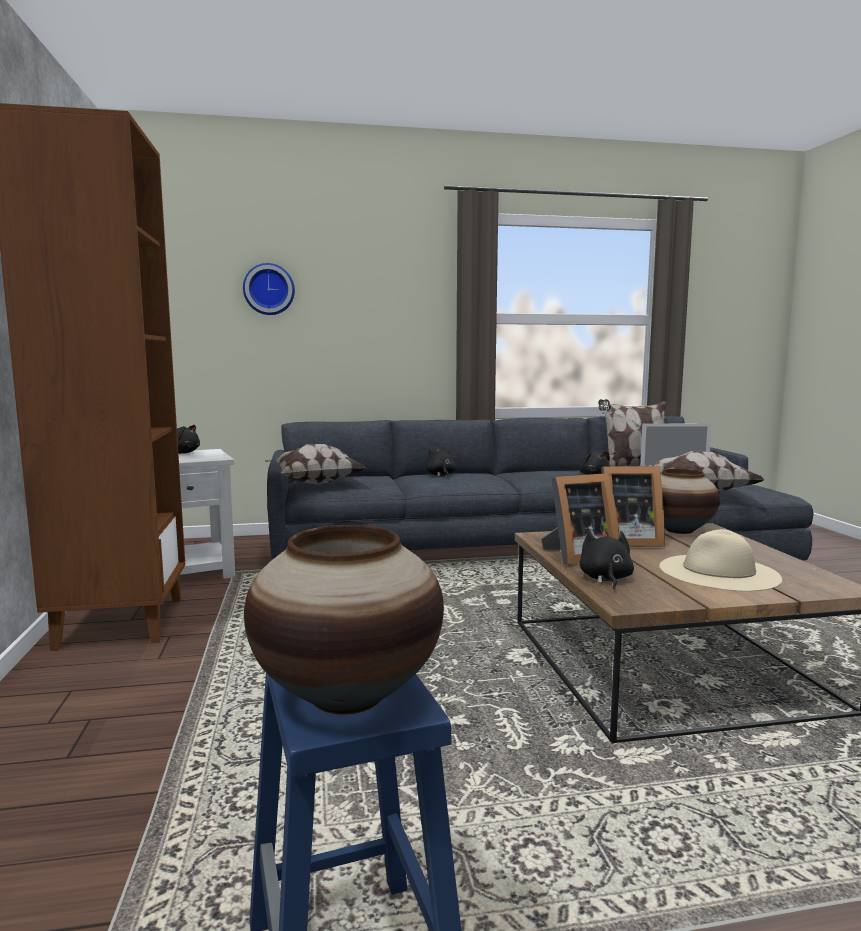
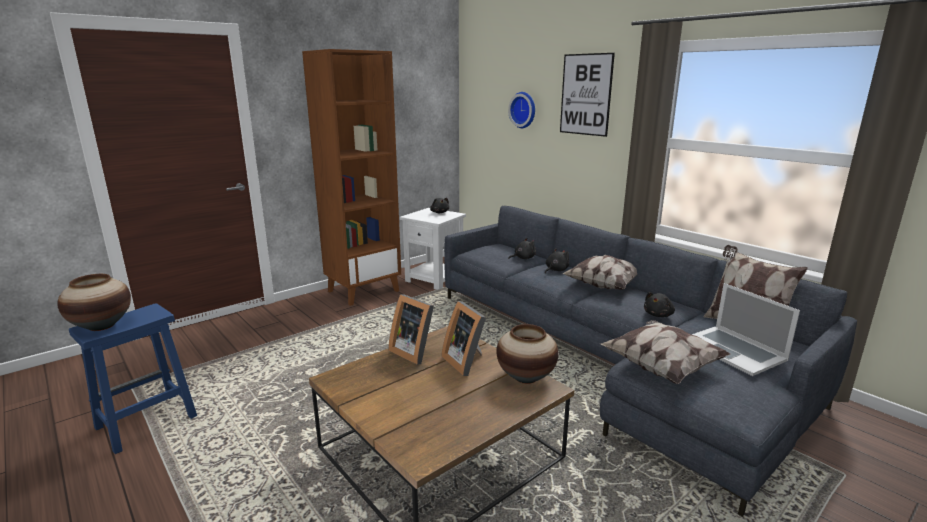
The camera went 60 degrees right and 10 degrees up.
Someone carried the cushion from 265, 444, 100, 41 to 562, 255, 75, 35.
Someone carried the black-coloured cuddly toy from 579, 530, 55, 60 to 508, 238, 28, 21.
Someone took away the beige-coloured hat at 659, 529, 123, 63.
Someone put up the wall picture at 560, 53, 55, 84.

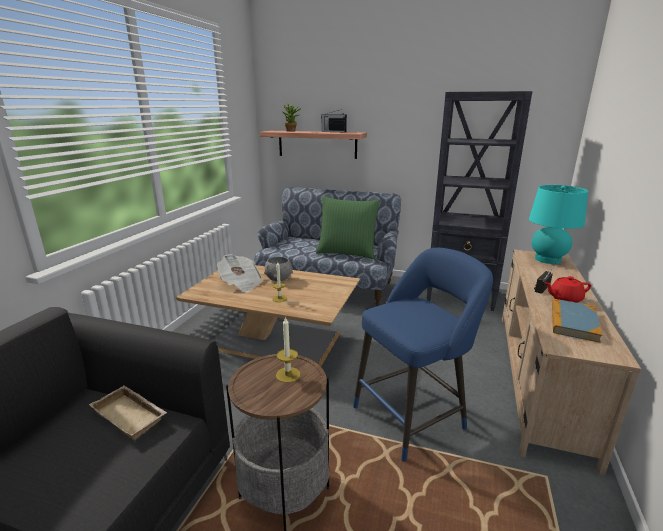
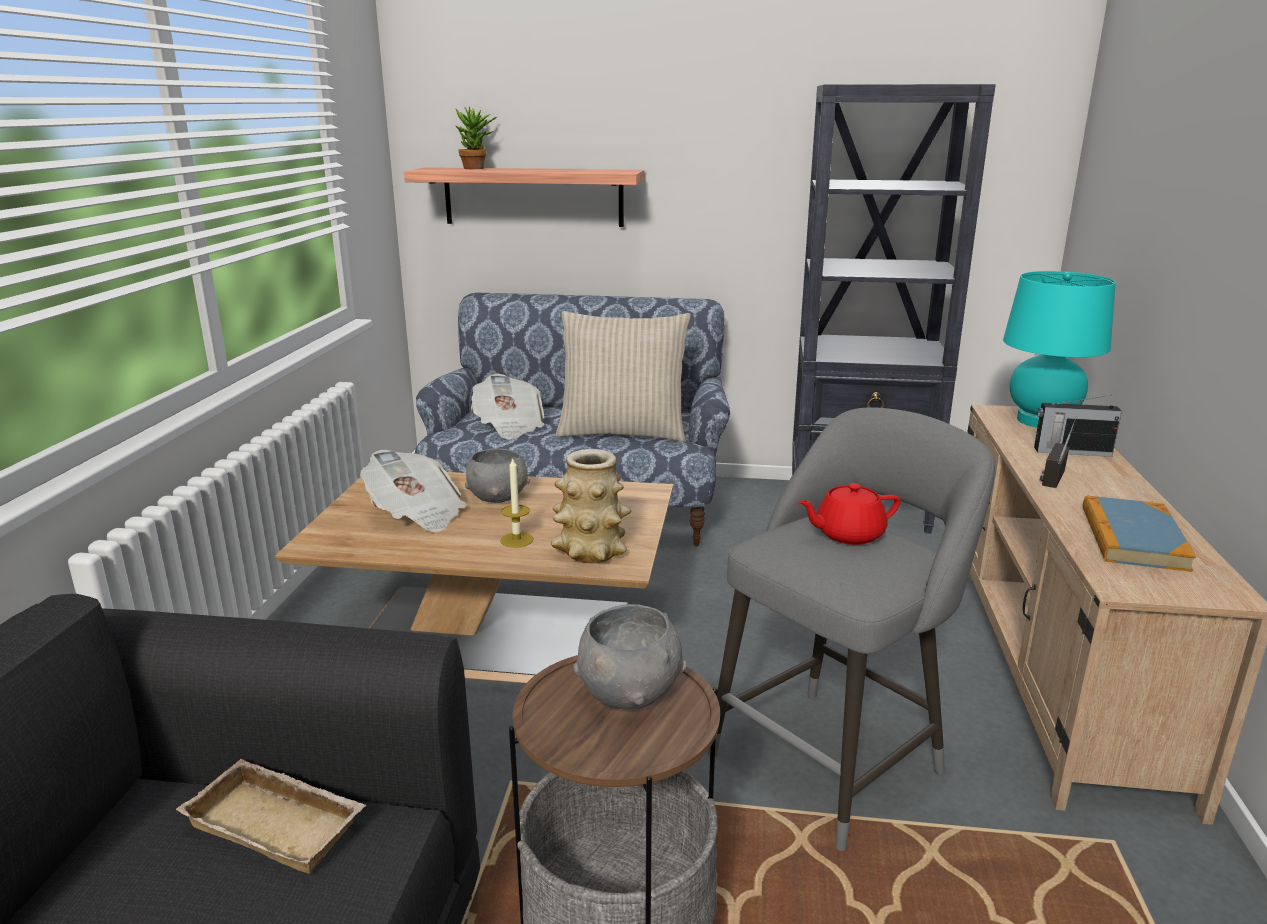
The camera went 10 degrees left and 0 degrees up.
Someone swapped the candle at 276, 316, 24, 67 for the greyish serving bowl at 573, 604, 114, 106.
Someone repainted the green cushion at 316, 196, 65, 63, which became the beige-coloured cushion at 556, 311, 135, 131.
Someone carried the radio receiver from 321, 109, 26, 23 to 1034, 395, 88, 62.
Someone repainted the bluish sitting stool at 353, 248, 140, 214, which became the greyish sitting stool at 707, 407, 288, 444.
Someone carried the reddish teapot from 544, 276, 47, 27 to 798, 483, 103, 62.
Someone put down the newspaper at 471, 374, 73, 65.
Someone put down the vase at 551, 449, 80, 114.

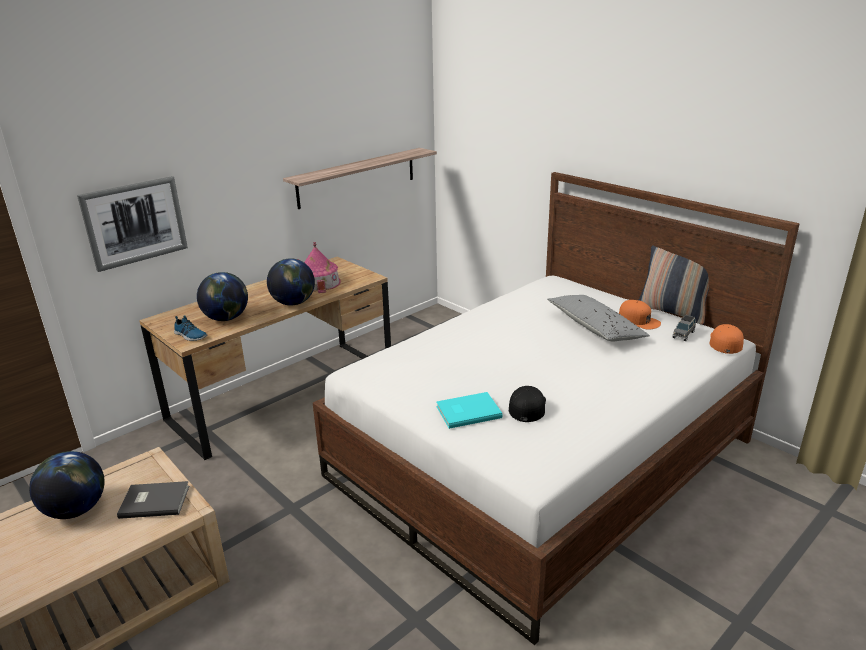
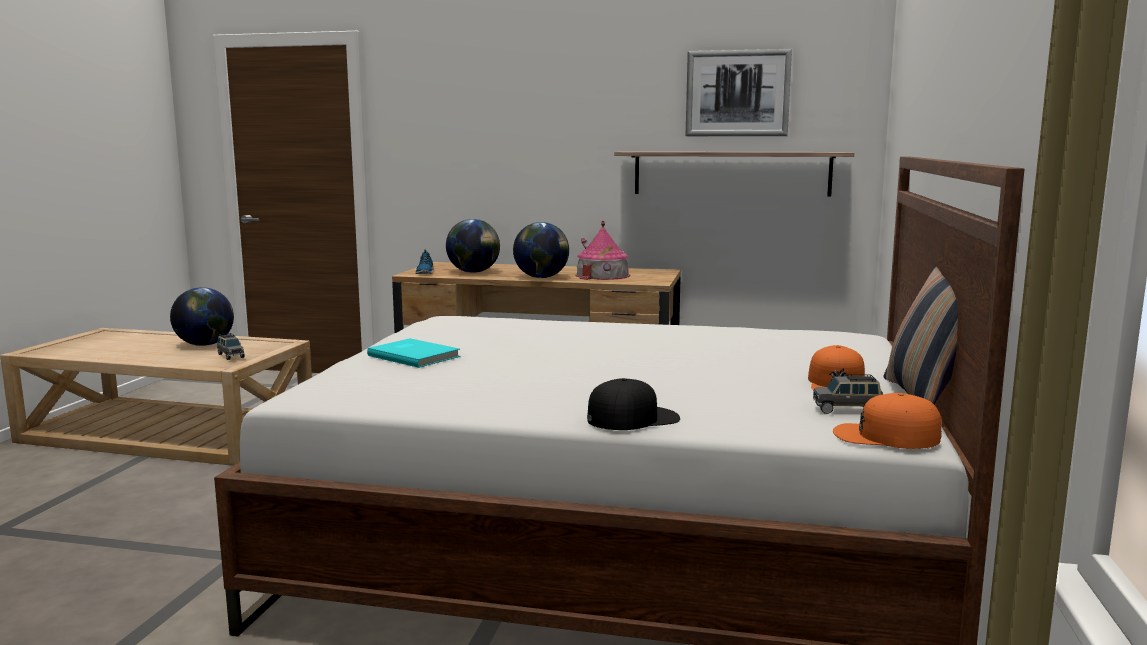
The camera went 55 degrees right and 15 degrees down.
Someone carried the wall picture from 77, 176, 111, 96 to 686, 49, 106, 87.
Someone swapped the greyish bound book at 117, 481, 72, 38 for the greyish toy car at 217, 333, 28, 27.
Someone carried the black-coloured baseball cap from 509, 386, 37, 36 to 587, 378, 93, 52.
Someone took away the greyish cushion at 547, 295, 103, 46.
Someone rotated the orange baseball cap at 709, 324, 35, 30 by 150 degrees counterclockwise.

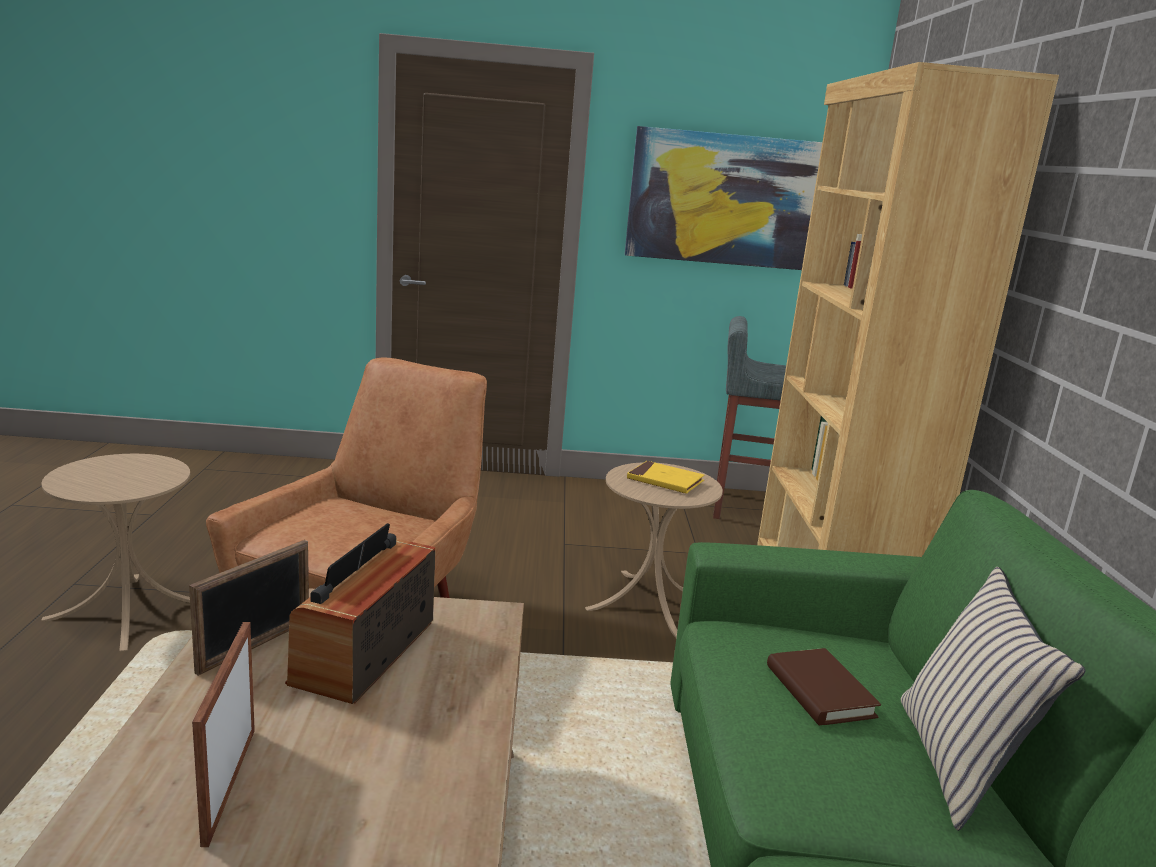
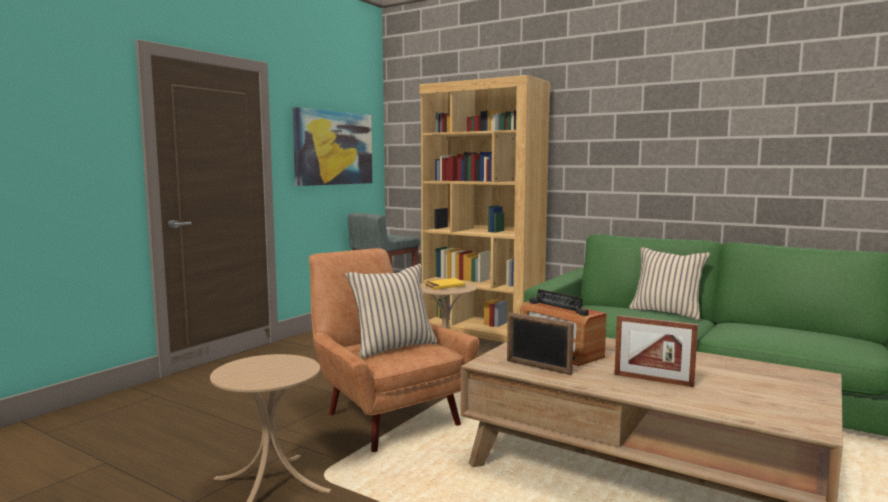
The camera went 55 degrees left and 10 degrees down.
Someone rotated the picture frame at 189, 540, 120, 136 by 150 degrees clockwise.
Someone took away the brownish bound book at 767, 648, 114, 77.
Someone put down the beige-coloured cushion at 345, 264, 93, 94.

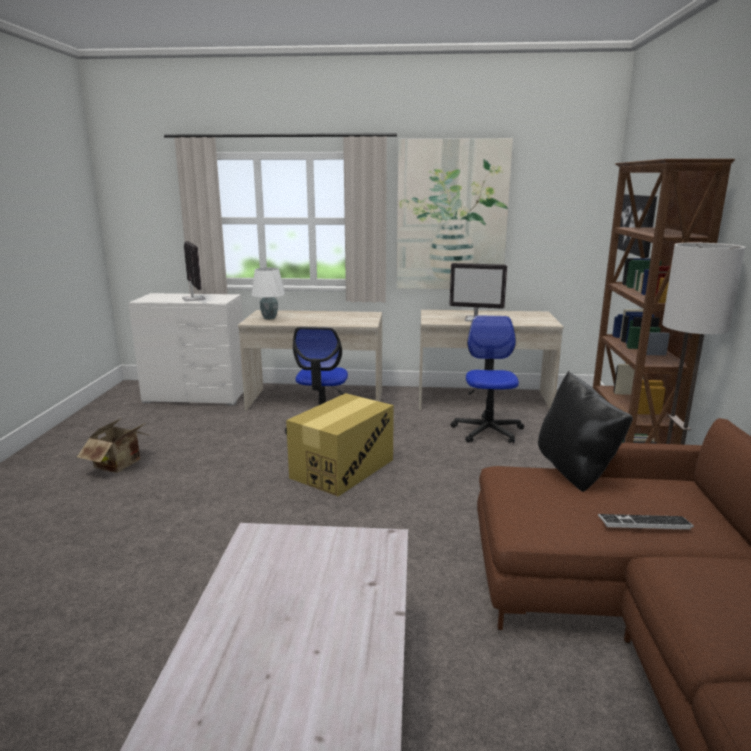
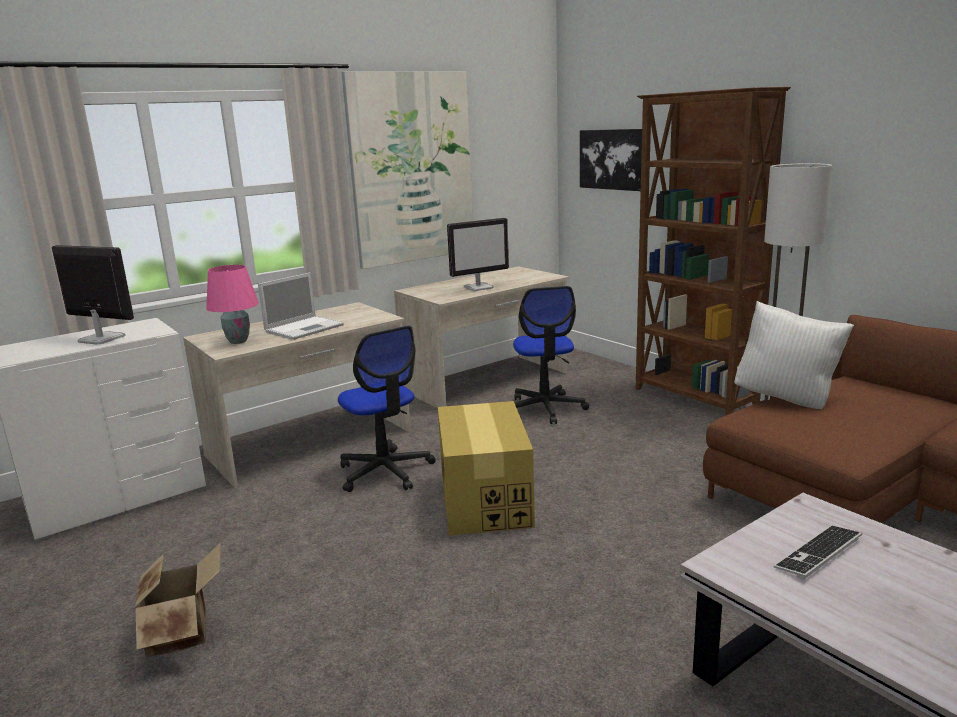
The camera went 40 degrees left and 0 degrees up.
Someone repainted the white table lamp at 251, 268, 34, 52, which became the pinkish table lamp at 206, 265, 53, 79.
Someone rotated the office chair at 451, 316, 73, 127 by 150 degrees counterclockwise.
Someone repainted the black-coloured cushion at 538, 371, 95, 121, which became the white cushion at 734, 301, 120, 108.
Someone carried the PC keyboard from 598, 514, 96, 16 to 774, 525, 88, 54.
Someone put down the portable computer at 258, 273, 86, 67.

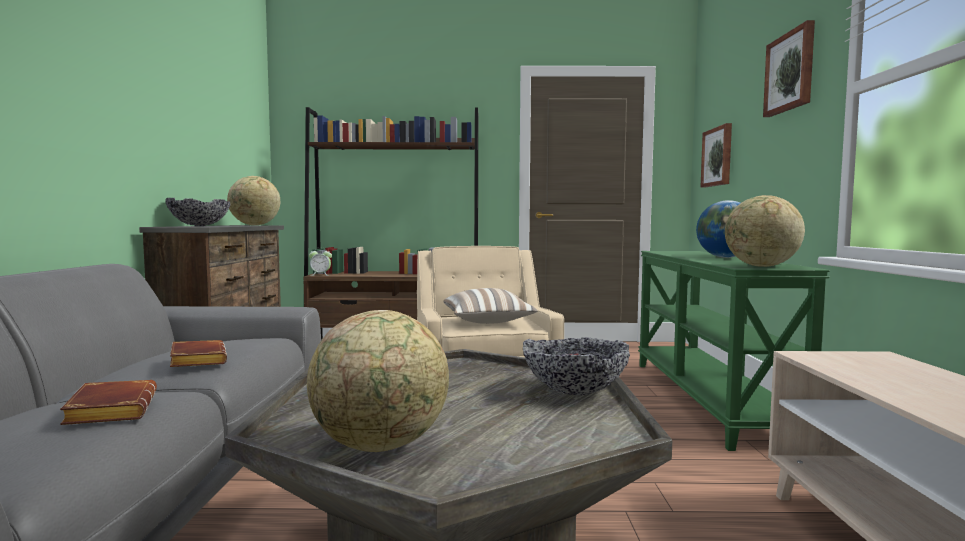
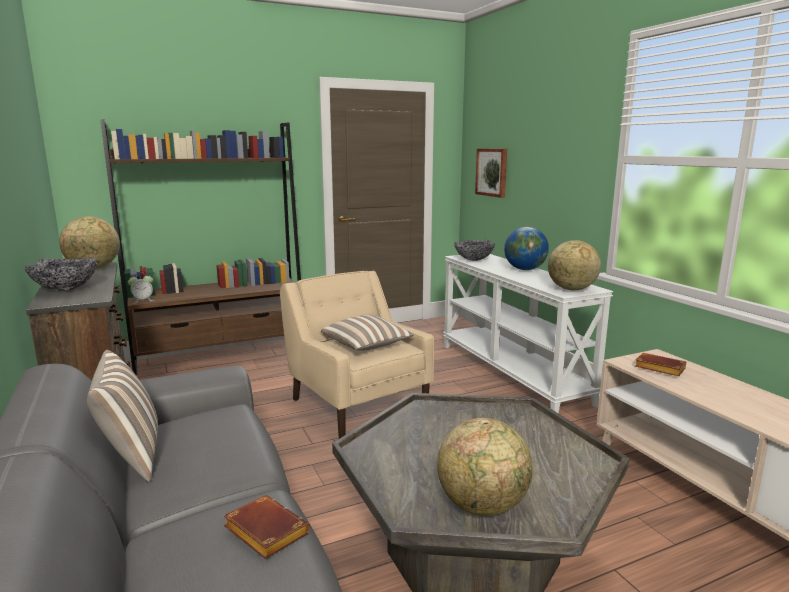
The camera went 25 degrees left and 10 degrees up.
Someone carried the brownish bound book from 170, 340, 57, 27 to 635, 353, 51, 23.
Someone carried the serving bowl from 523, 337, 107, 58 to 454, 240, 41, 21.
Someone repainted the green console table at 638, 251, 192, 200, which became the white console table at 443, 254, 170, 159.
Someone took away the wall picture at 763, 20, 52, 97.
Someone put down the cushion at 87, 350, 71, 132.

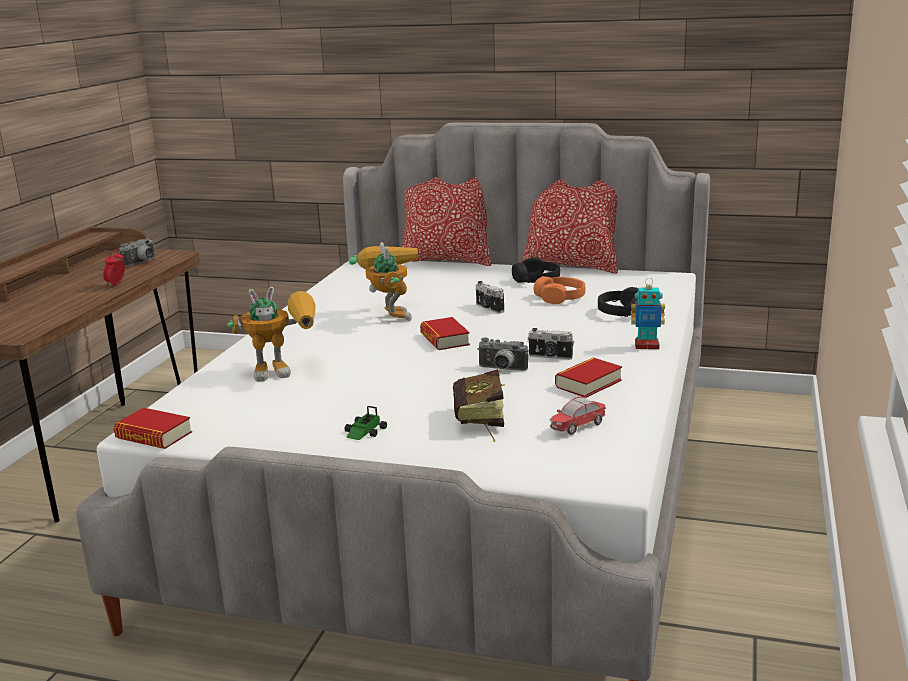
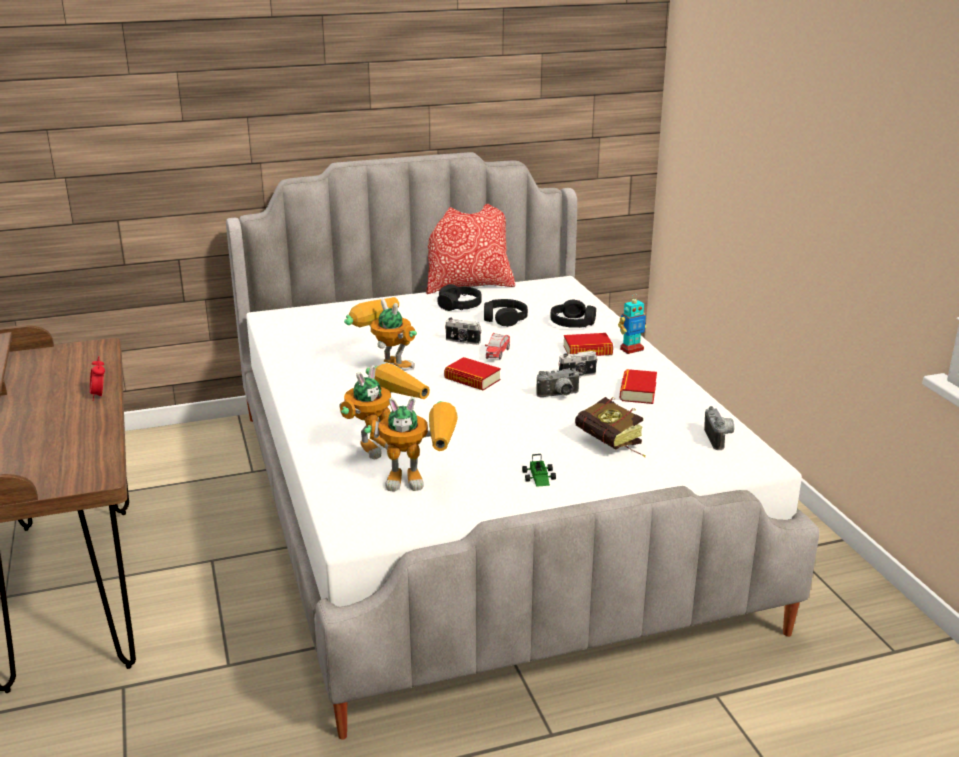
The camera went 35 degrees left and 5 degrees up.
Someone carried the bound book from 113, 408, 79, 41 to 563, 333, 50, 23.
Someone carried the photo camera from 119, 237, 36, 30 to 704, 406, 30, 44.
Someone took away the cushion at 402, 177, 90, 89.
Someone repainted the orange headphones at 534, 276, 51, 28, which became the black-coloured headphones at 484, 299, 44, 28.
Someone carried the toy car from 549, 396, 57, 39 to 485, 333, 25, 26.
Someone put down the robot figure at 364, 397, 94, 95.

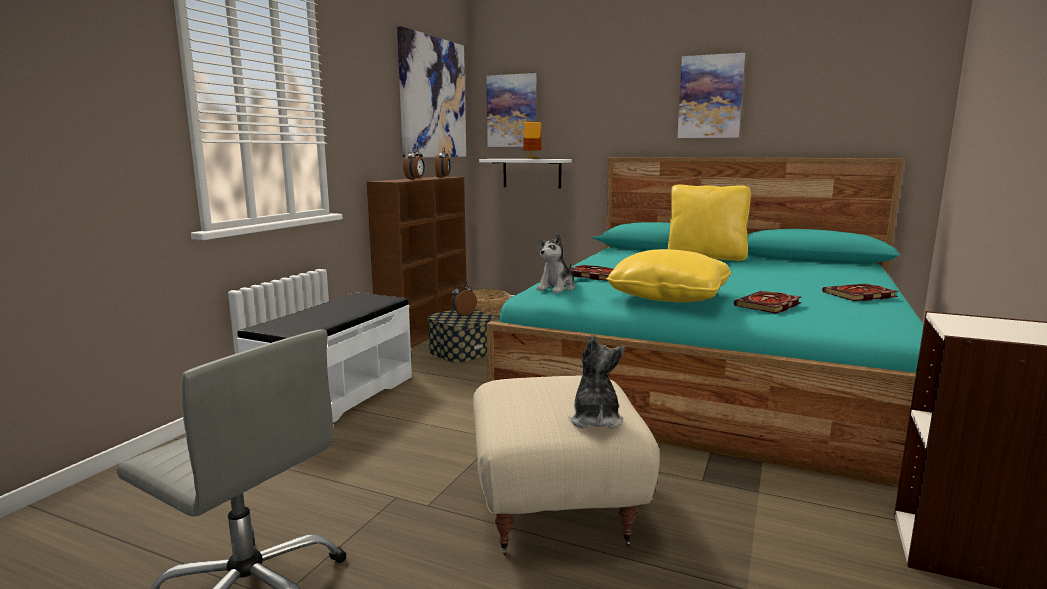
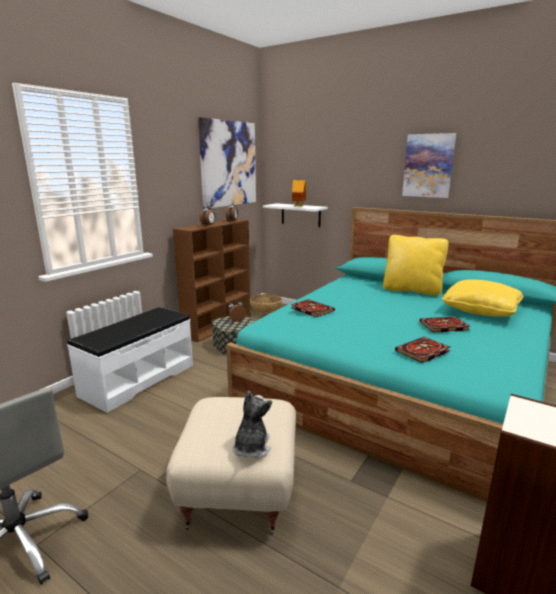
The camera went 10 degrees right and 5 degrees up.
Someone took away the wall picture at 487, 73, 49, 74.
Someone took away the cuddly toy at 536, 233, 39, 60.
Someone carried the yellow cushion from 606, 249, 125, 53 to 442, 279, 81, 38.
Someone carried the bound book from 822, 284, 77, 17 to 419, 316, 51, 16.

